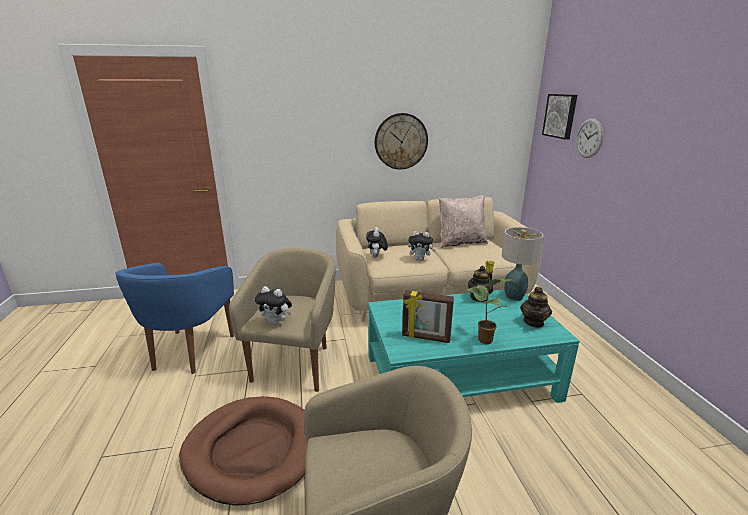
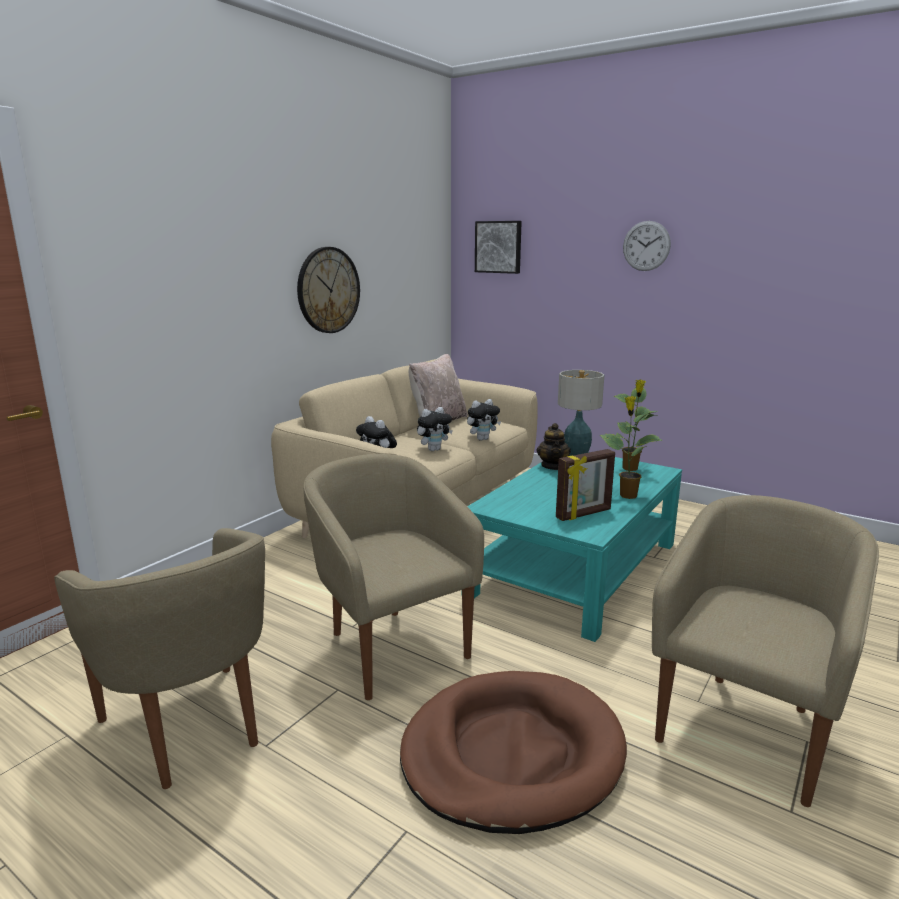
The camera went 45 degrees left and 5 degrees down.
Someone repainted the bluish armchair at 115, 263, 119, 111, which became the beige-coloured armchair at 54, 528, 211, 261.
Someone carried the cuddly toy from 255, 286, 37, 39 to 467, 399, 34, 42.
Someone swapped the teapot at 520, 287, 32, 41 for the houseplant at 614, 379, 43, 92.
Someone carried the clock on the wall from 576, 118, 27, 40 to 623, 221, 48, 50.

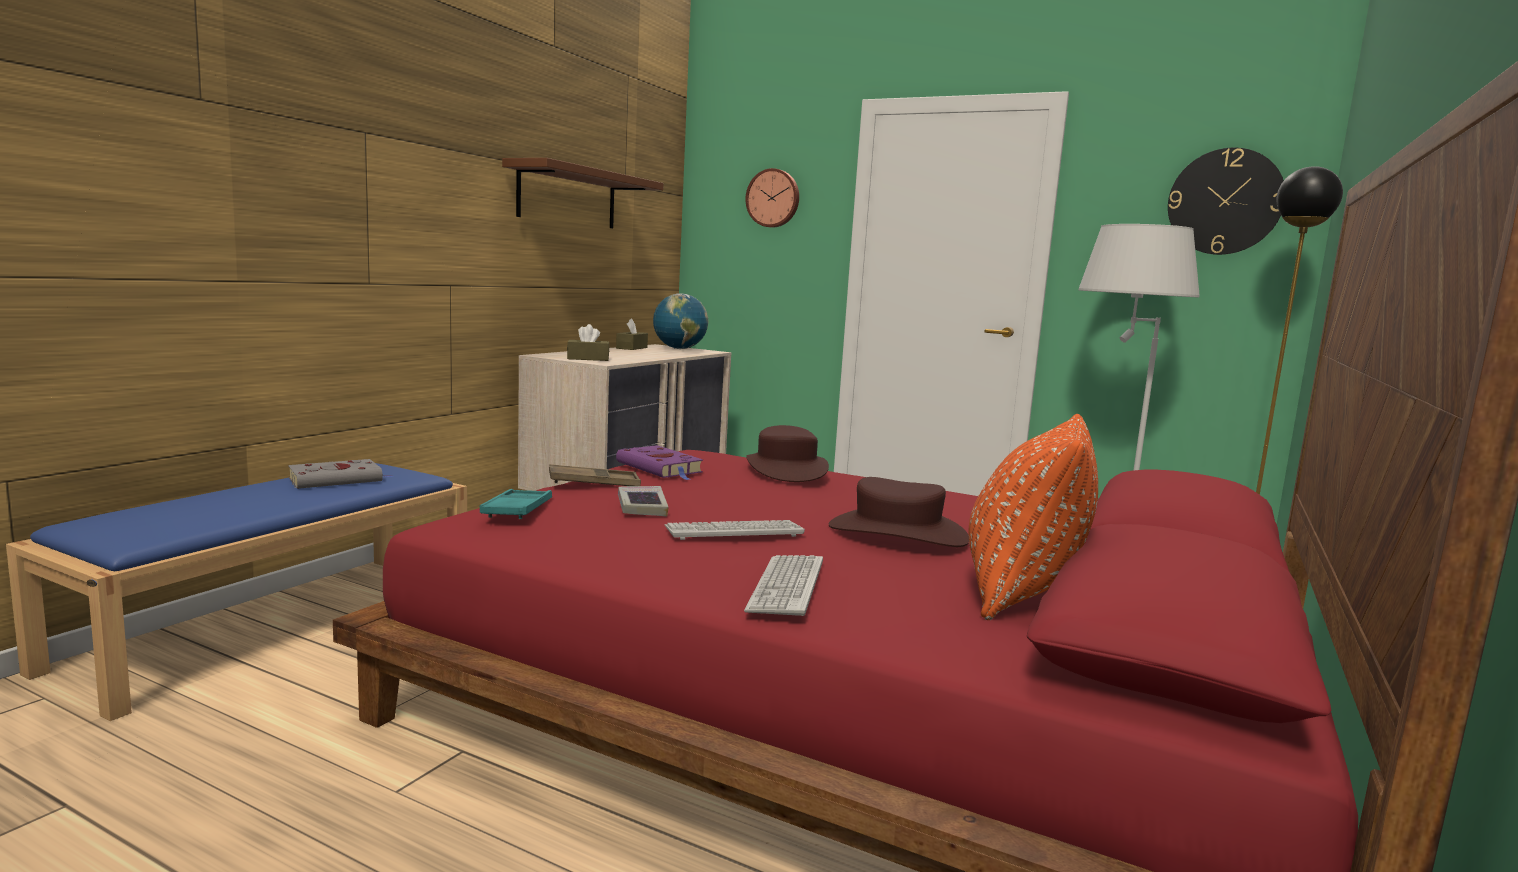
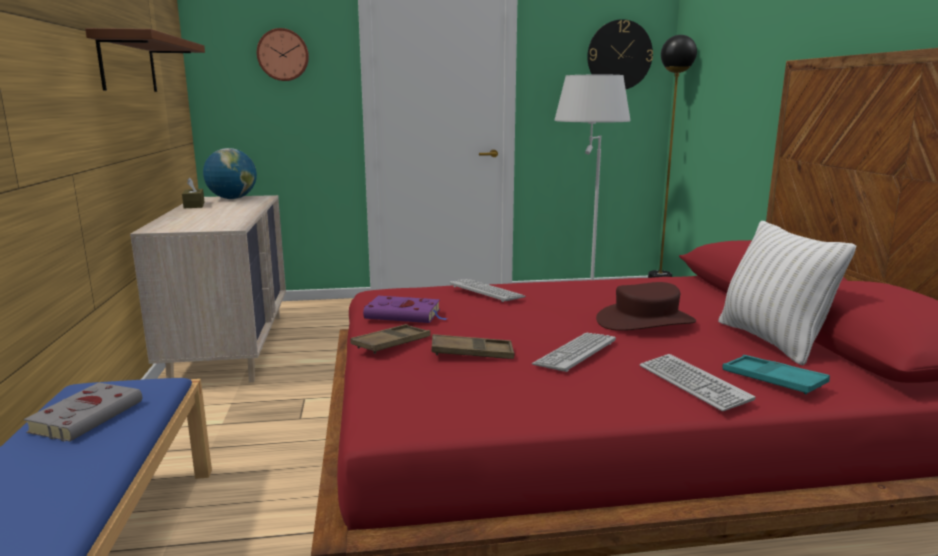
The camera went 35 degrees left and 5 degrees up.
Someone carried the turquoise-coloured serving tray from 480, 489, 72, 30 to 722, 355, 108, 39.
Someone took away the brownish box of tissues at 567, 324, 43, 37.
Someone swapped the bound book at 618, 486, 51, 30 for the brownish serving tray at 431, 334, 84, 25.
Someone swapped the brownish hat at 746, 425, 83, 57 for the PC keyboard at 449, 279, 77, 23.
Someone repainted the orange cushion at 968, 414, 130, 206, which became the white cushion at 718, 221, 138, 144.

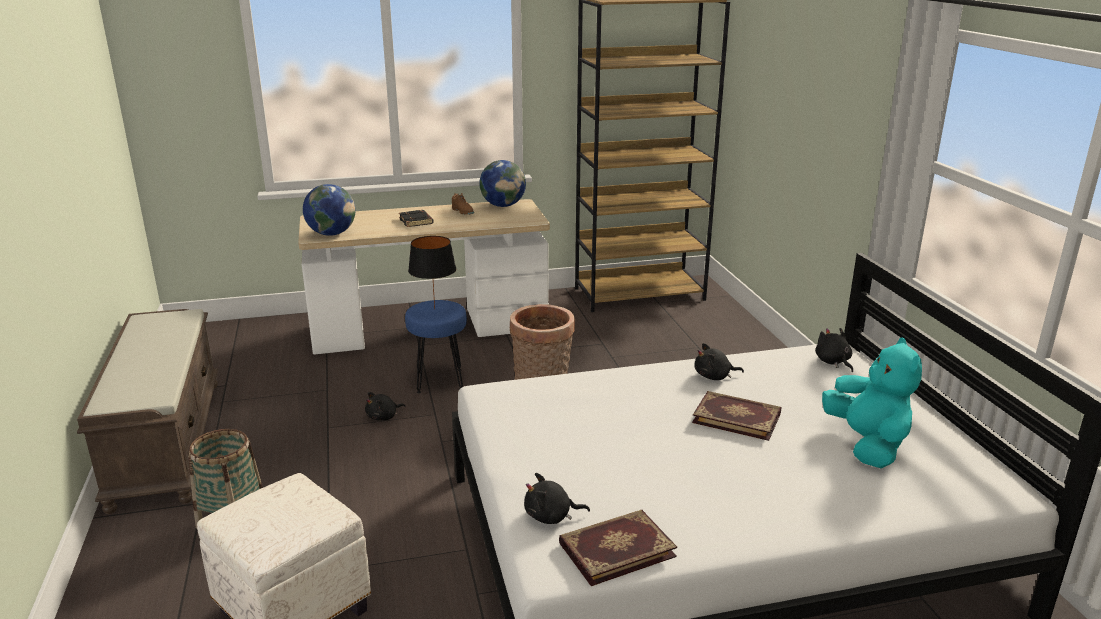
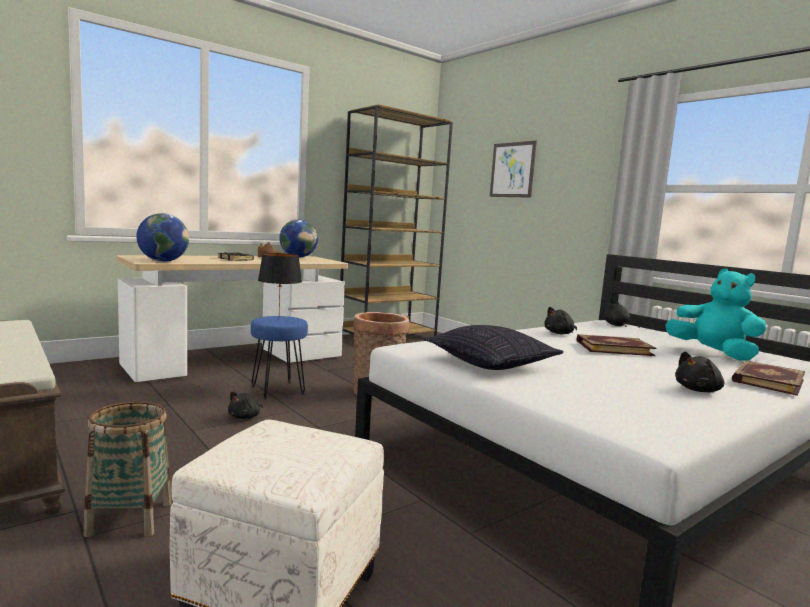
The camera went 25 degrees left and 15 degrees down.
Someone carried the black-coloured cuddly toy from 524, 473, 66, 51 to 675, 351, 49, 41.
Someone carried the bound book from 559, 510, 118, 76 to 732, 361, 73, 35.
Someone put down the cushion at 424, 325, 140, 45.
Someone put up the wall picture at 490, 141, 47, 57.

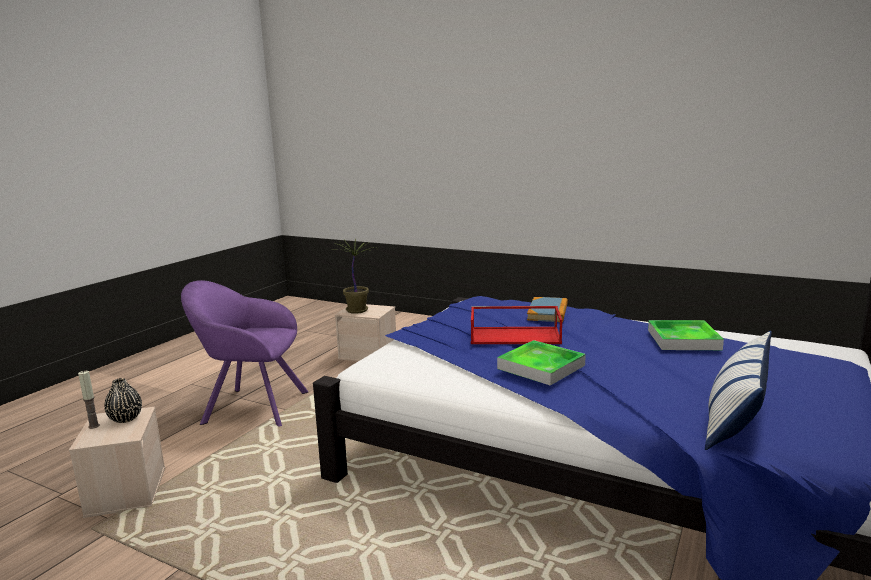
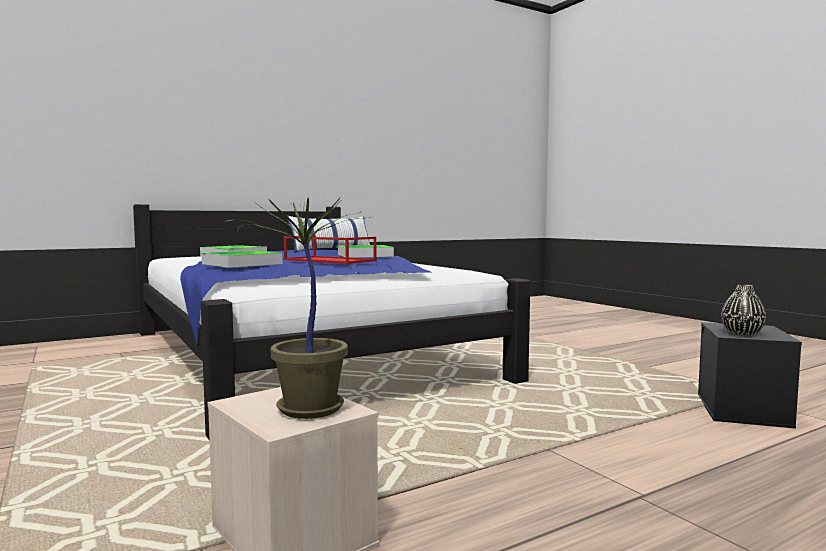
The camera went 150 degrees left and 10 degrees down.
Someone repainted the beige-coloured storage container at 69, 407, 96, 111, which became the black-coloured storage container at 698, 322, 104, 107.
Someone took away the candle at 78, 371, 22, 58.
Someone took away the purple armchair at 181, 280, 128, 147.
Someone swapped the bound book at 527, 297, 41, 25 for the serving tray at 202, 251, 80, 17.

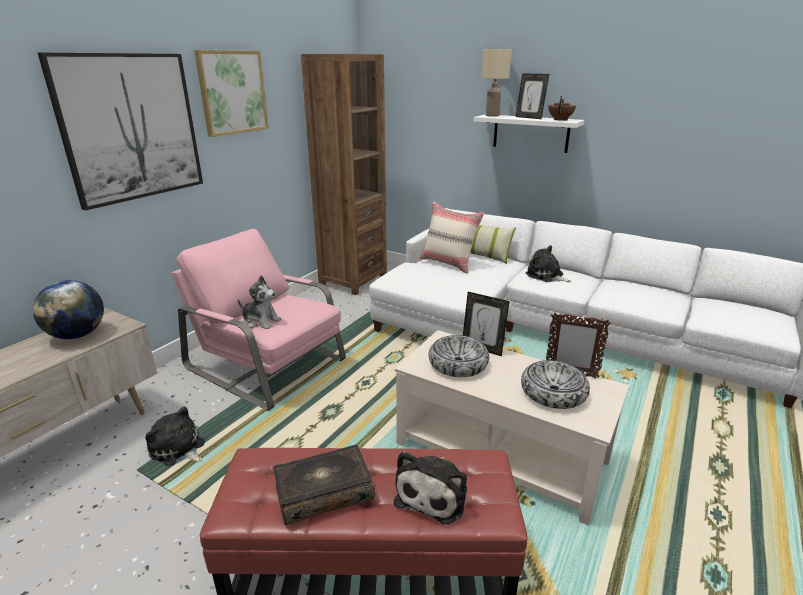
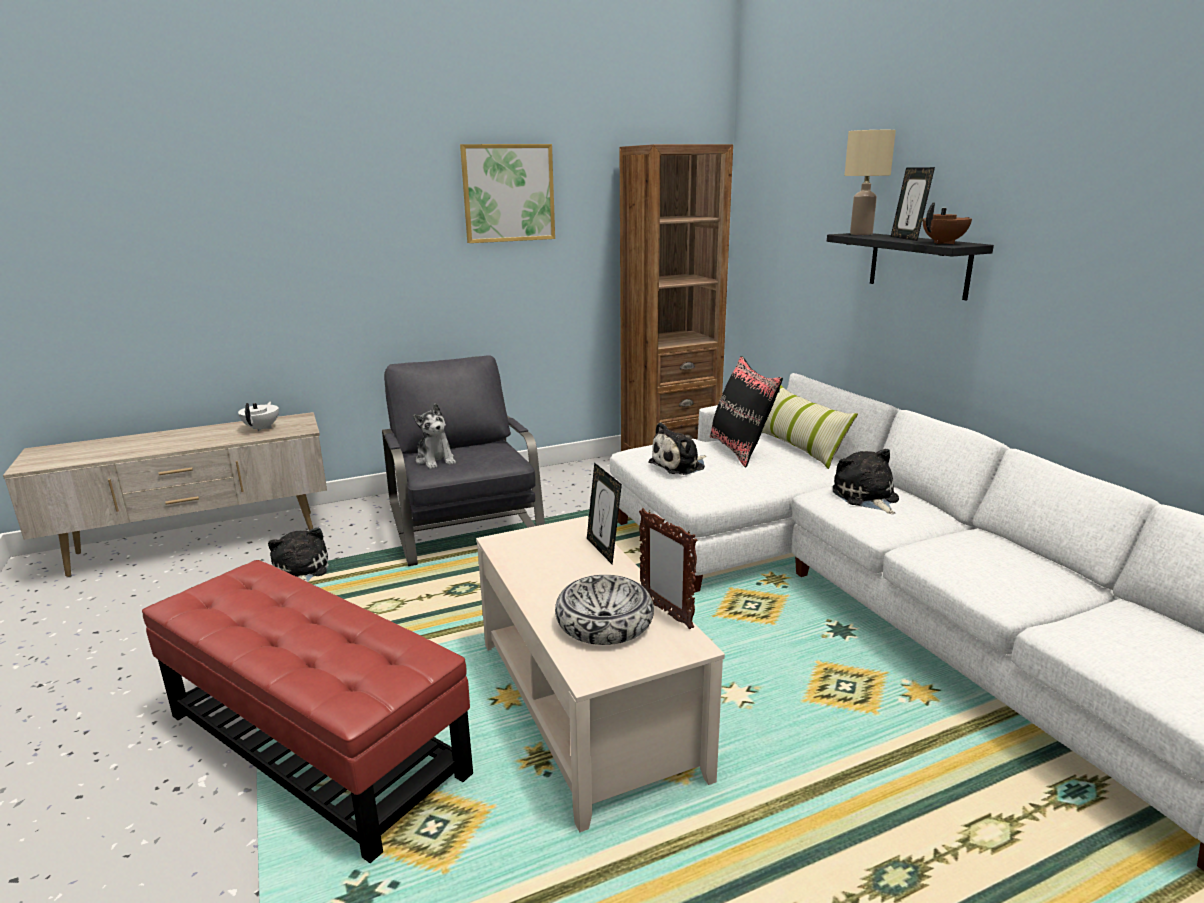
The camera went 35 degrees right and 5 degrees down.
Someone swapped the desk globe at 33, 280, 71, 59 for the white teapot at 238, 402, 41, 30.
Someone took away the wall picture at 38, 53, 165, 157.
Someone repainted the pinkish armchair at 172, 229, 174, 182, which became the greyish armchair at 382, 355, 163, 211.
Someone took away the bound book at 273, 445, 102, 80.
Someone carried the cuddly toy from 394, 451, 73, 73 to 648, 422, 58, 53.
Someone repainted the beige-coloured cushion at 419, 202, 65, 72, which became the black-coloured cushion at 710, 356, 73, 111.
Someone took away the serving bowl at 429, 335, 60, 42.
Someone repainted the white wall shelf at 474, 114, 110, 39, which became the black-coloured wall shelf at 827, 233, 167, 67.

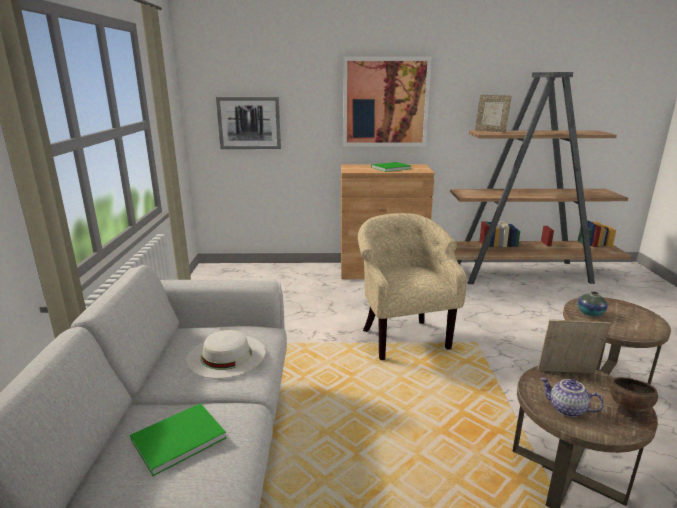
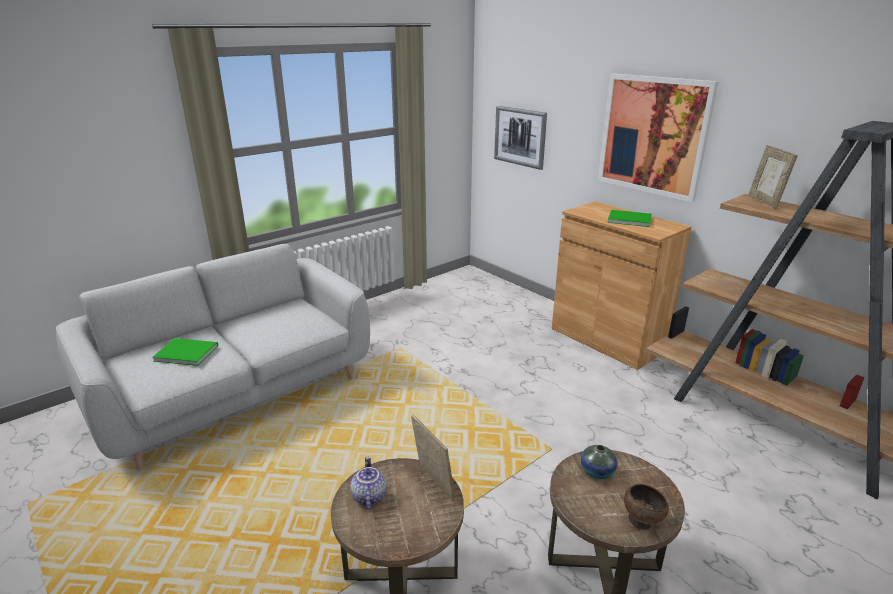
The camera went 50 degrees right and 5 degrees up.
Someone took away the white hat at 186, 330, 80, 49.
Someone took away the beige-coloured armchair at 358, 213, 109, 147.
Someone carried the brownish serving bowl from 610, 377, 48, 41 to 624, 484, 45, 46.

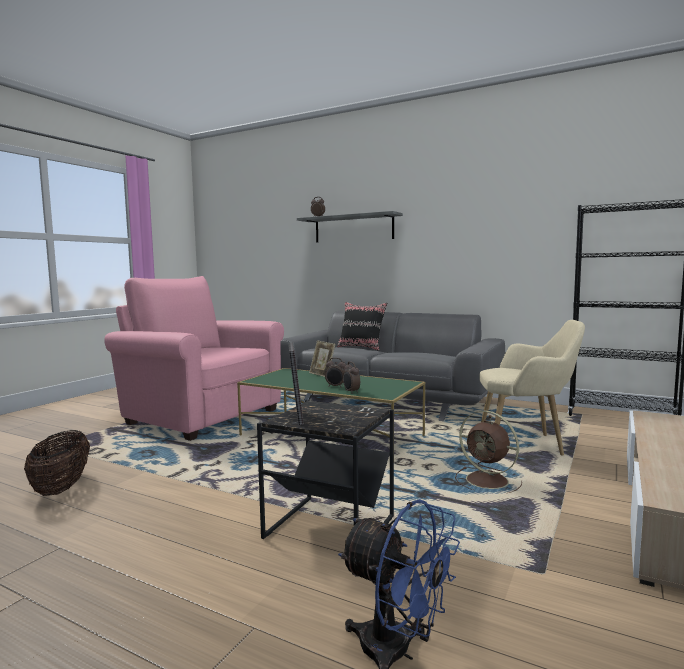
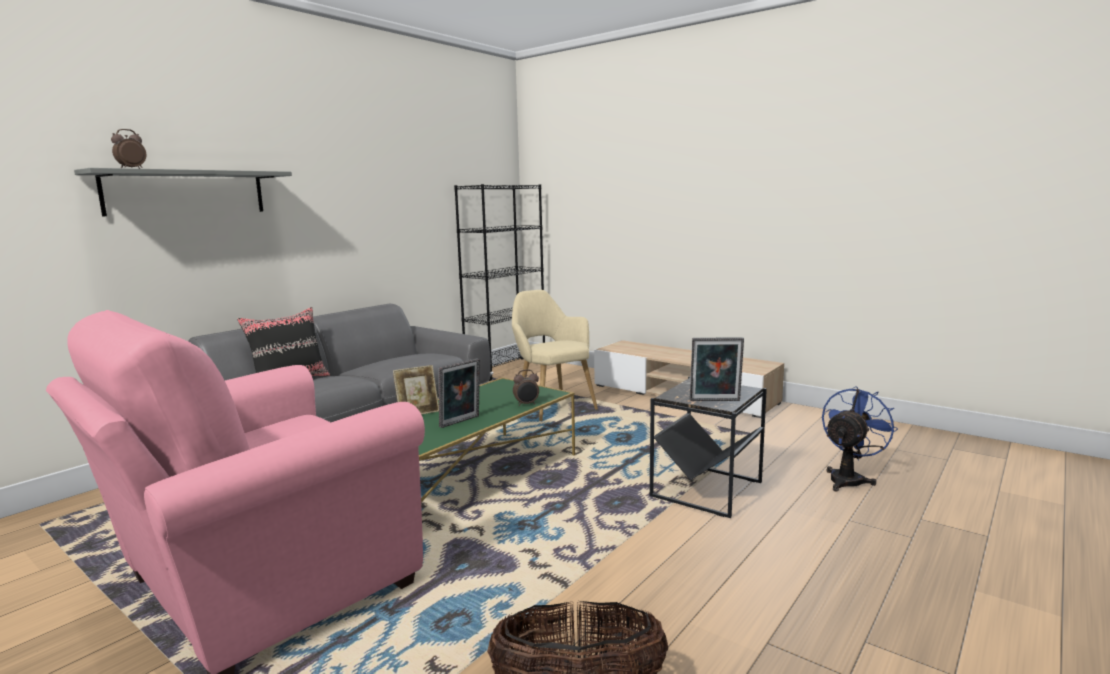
The camera went 80 degrees left and 5 degrees up.
Someone took away the table clock at 325, 358, 21, 30.
Someone took away the brownish cooling fan at 455, 411, 67, 82.
Someone rotated the beige-coloured armchair at 480, 320, 105, 135 by 45 degrees counterclockwise.
Someone put down the picture frame at 439, 358, 41, 70.

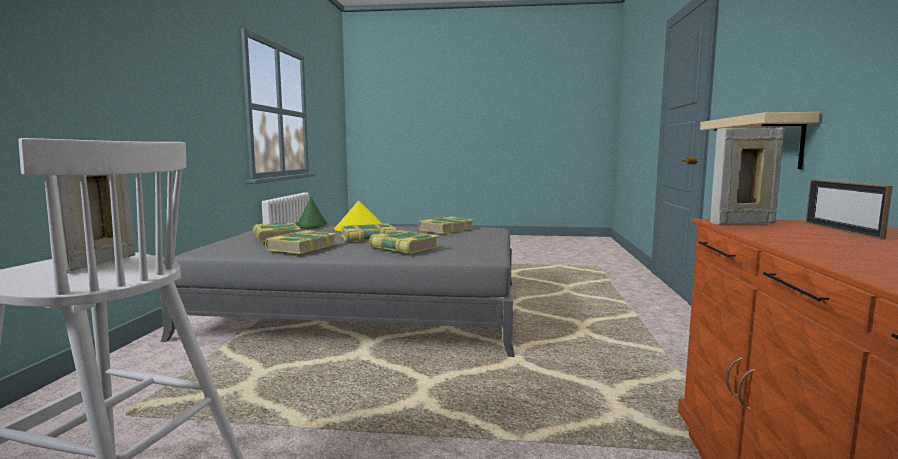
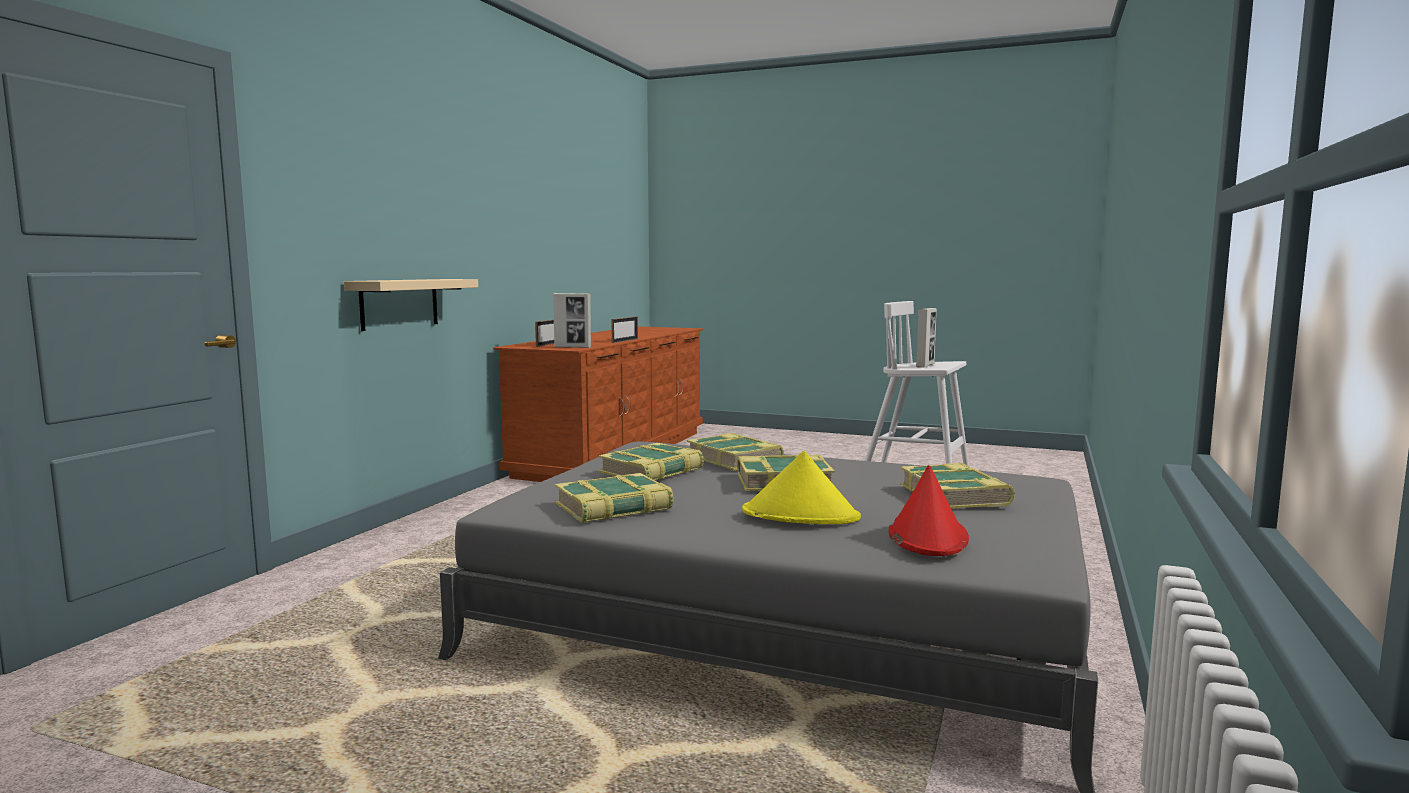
The camera went 165 degrees left and 0 degrees up.
Someone carried the bound book from 265, 230, 72, 24 to 599, 443, 105, 37.
Someone repainted the green hat at 296, 197, 31, 31, which became the reddish hat at 889, 465, 80, 91.
Someone put down the picture frame at 611, 316, 27, 27.

